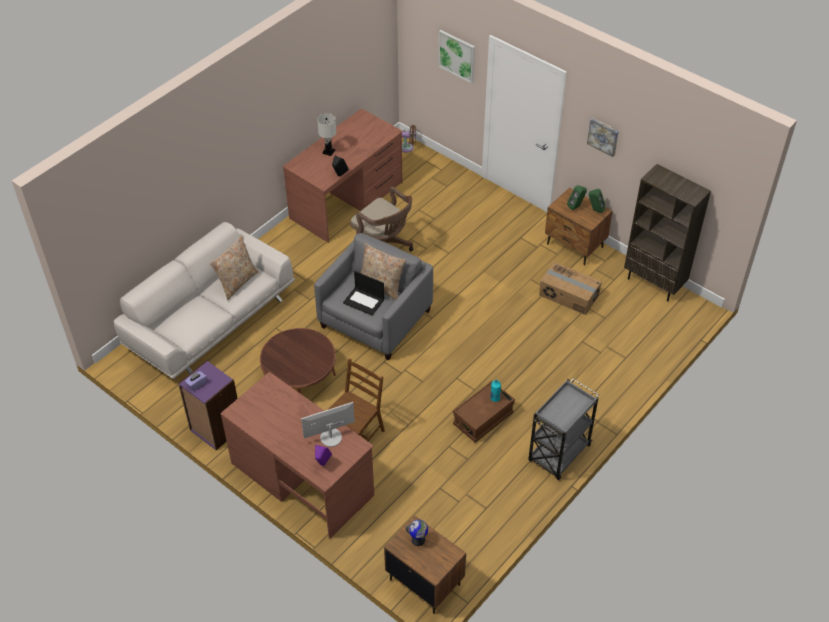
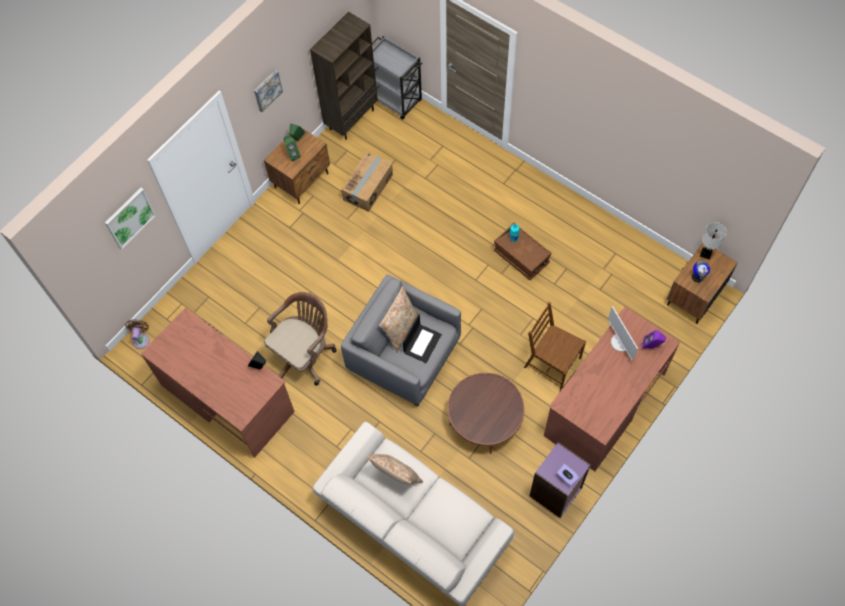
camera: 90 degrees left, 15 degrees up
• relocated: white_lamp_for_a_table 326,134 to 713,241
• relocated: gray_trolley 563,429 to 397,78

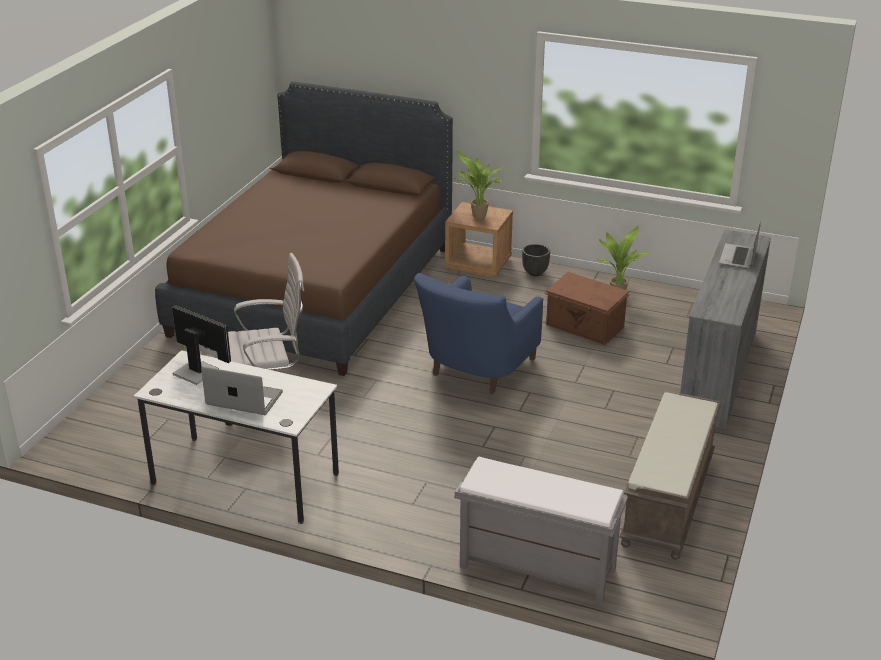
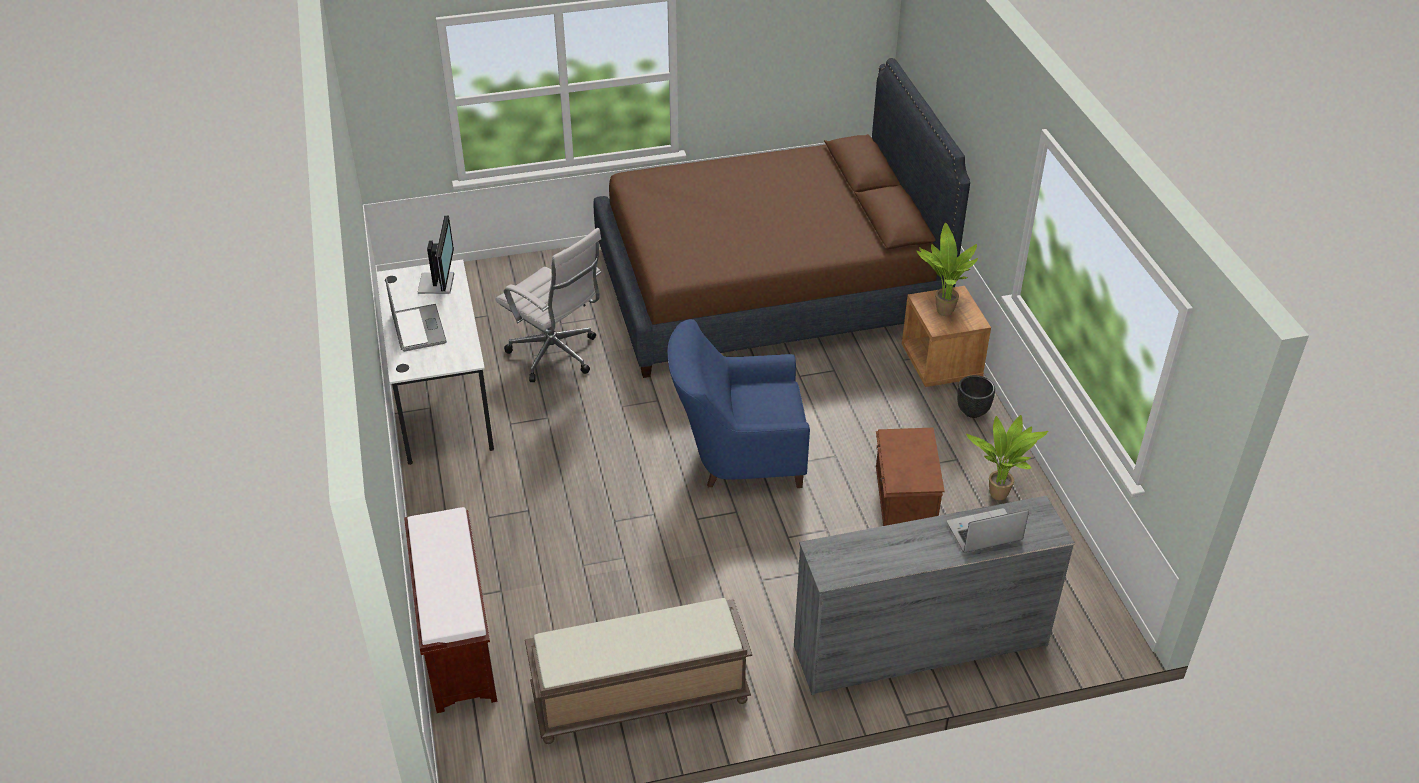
camera: 55 degrees right, 10 degrees up
• colour: gray_bench 541,530 to brownish_bench 450,610

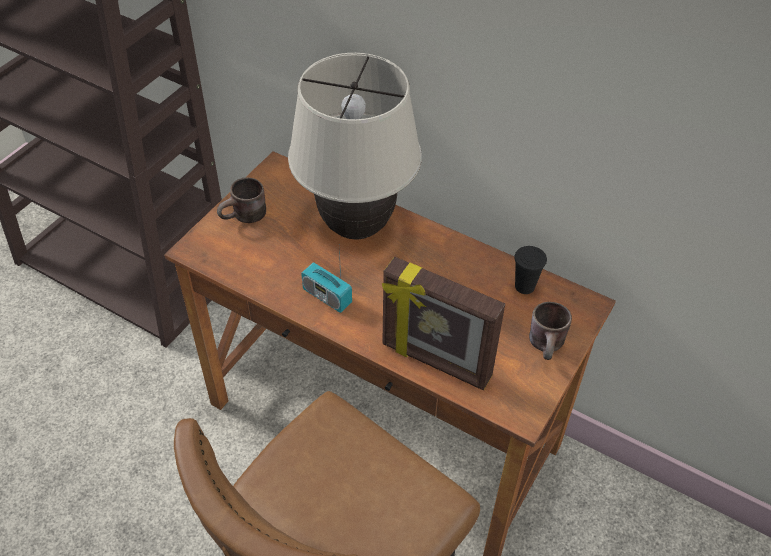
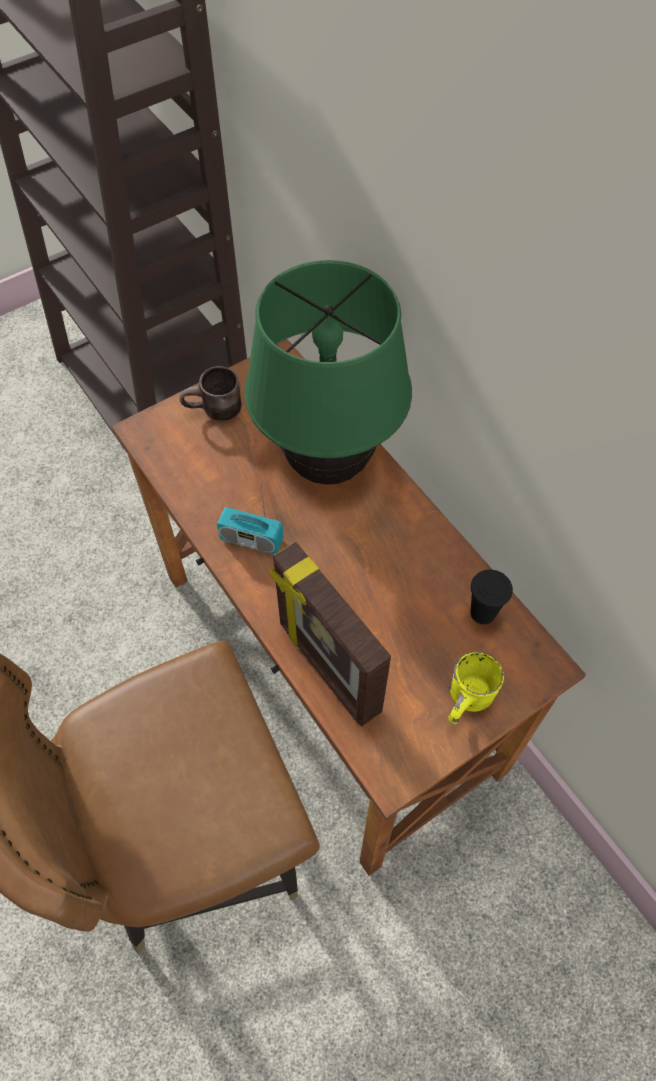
camera: 25 degrees right, 10 degrees up
• colour: sand-coloured_lamp_for_a_table 355,146 to green_lamp_for_a_table 328,372
• colour: brownish_mug 550,331 to yellow_mug 476,687
• spun: radio_set 326,280 = 250,520 45 degrees counterclockwise

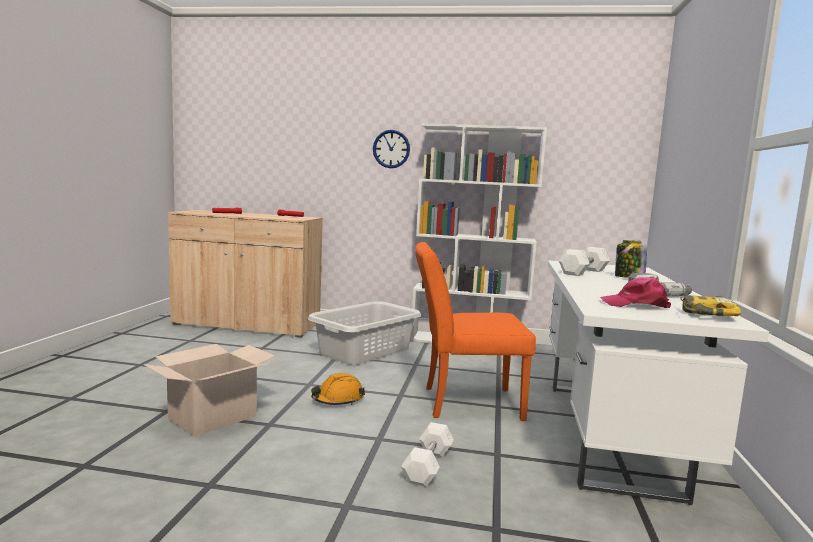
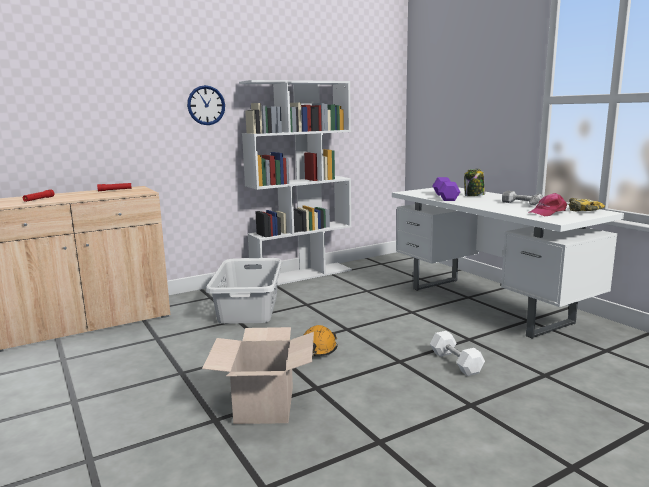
camera: 40 degrees left, 5 degrees up
• missing: orangey_chair 475,331
• colour: white_dumbbell 584,261 to purple_dumbbell 446,189

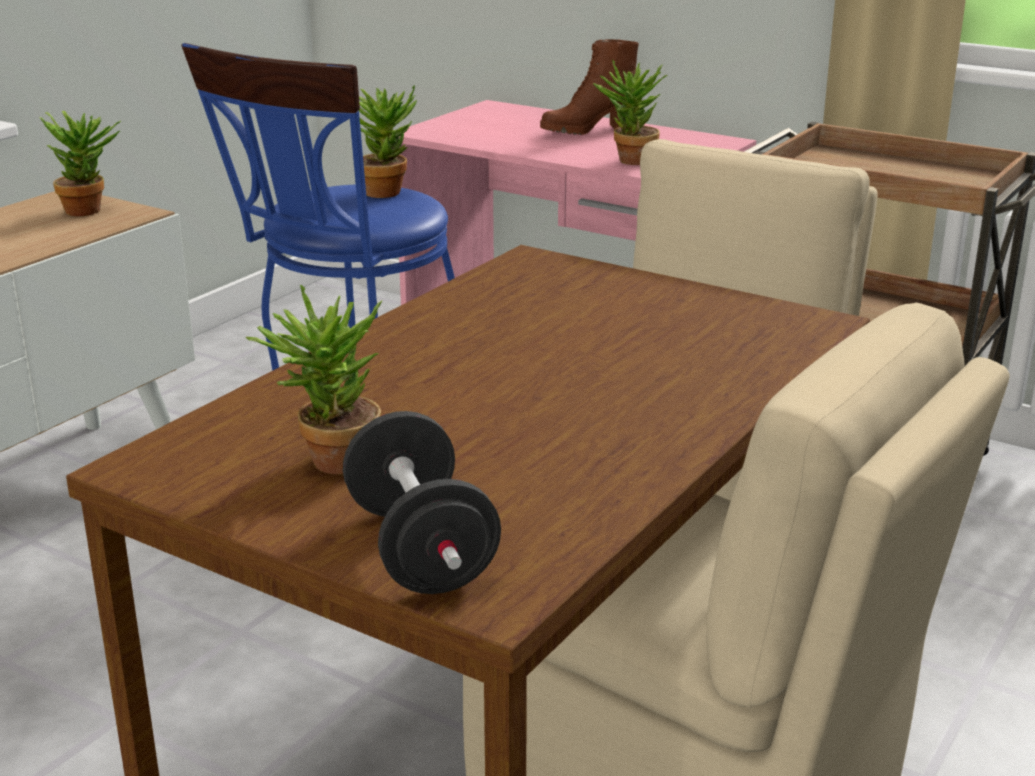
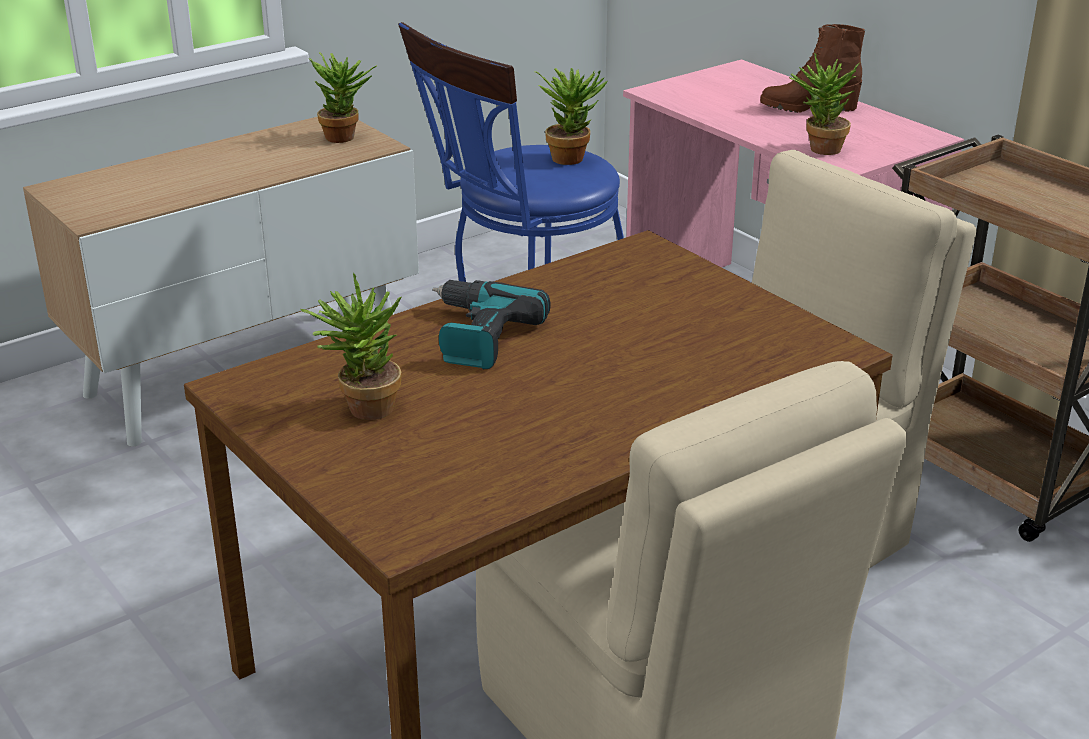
camera: 20 degrees right, 5 degrees up
• missing: black_dumbbell 422,502
• appeared: drill 492,324

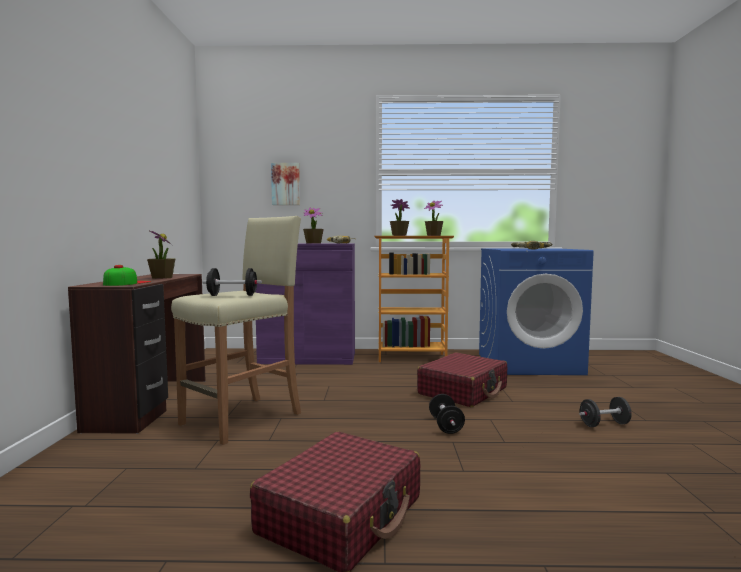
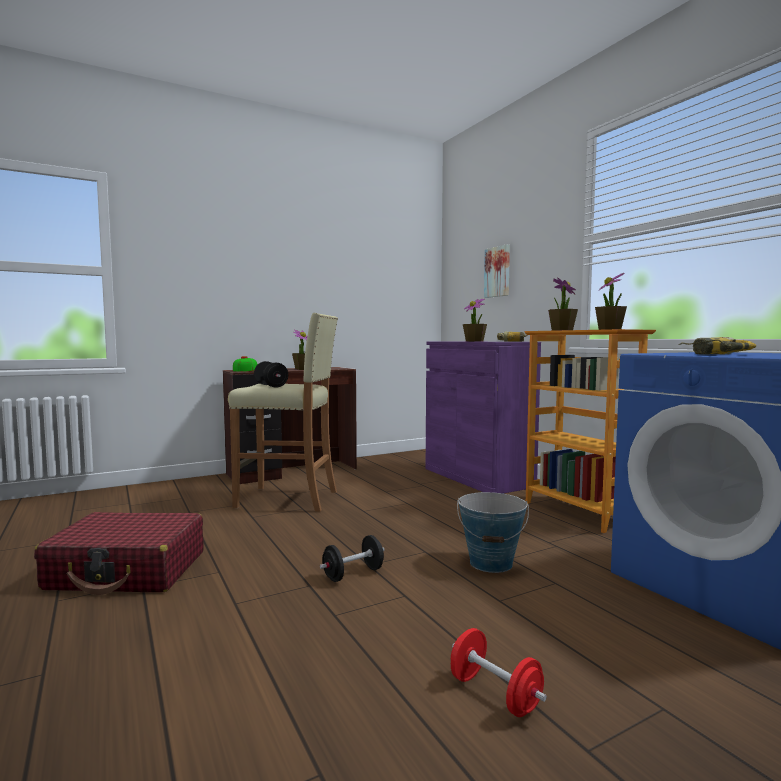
camera: 60 degrees right, 0 degrees up
• exchanged: red-coloured_travel_case 462,379 to water_bucket 493,532
• colour: black_dumbbell 605,412 to red-coloured_dumbbell 499,672

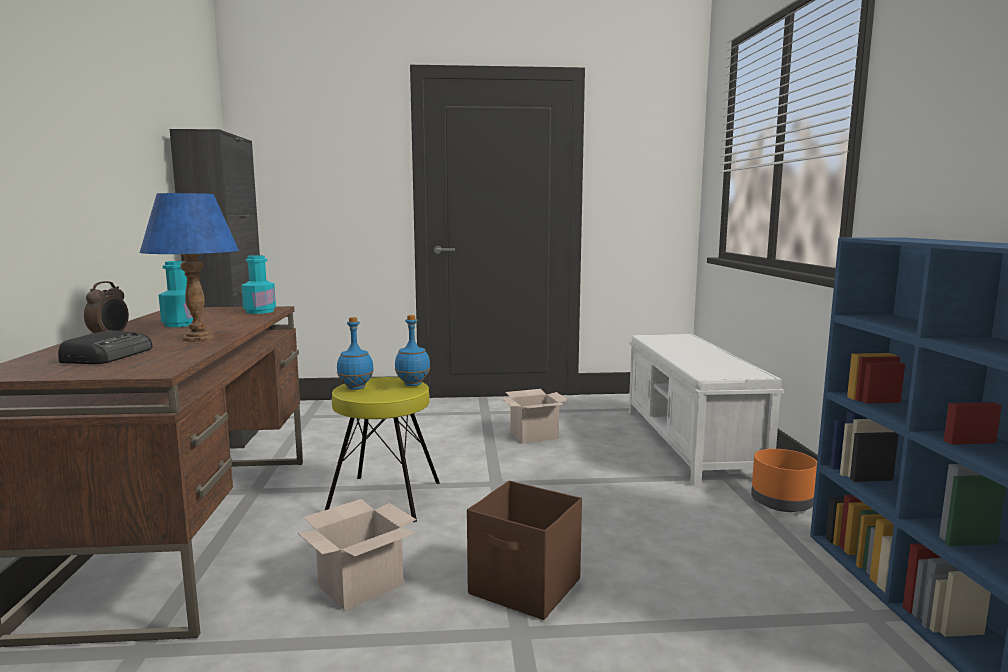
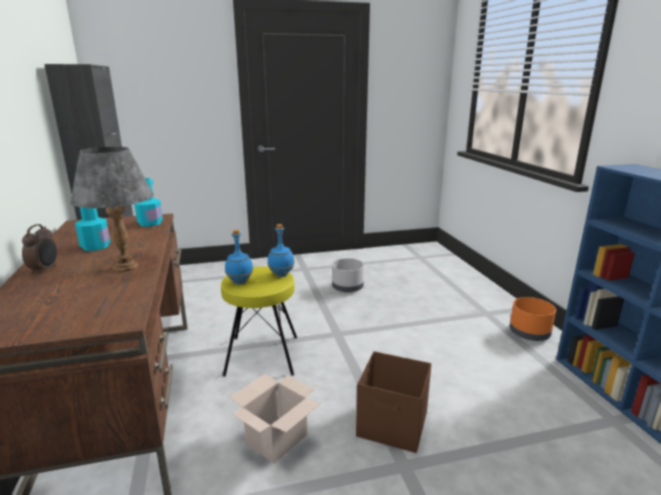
camera: 10 degrees left, 10 degrees up
• missing: radio_set 105,347
• missing: white_bench 706,410
• exchanged: packing_box 534,416 to gray_plant_pot 348,275
• colour: blue_lamp_for_a_table 189,267 to gray_lamp_for_a_table 112,209

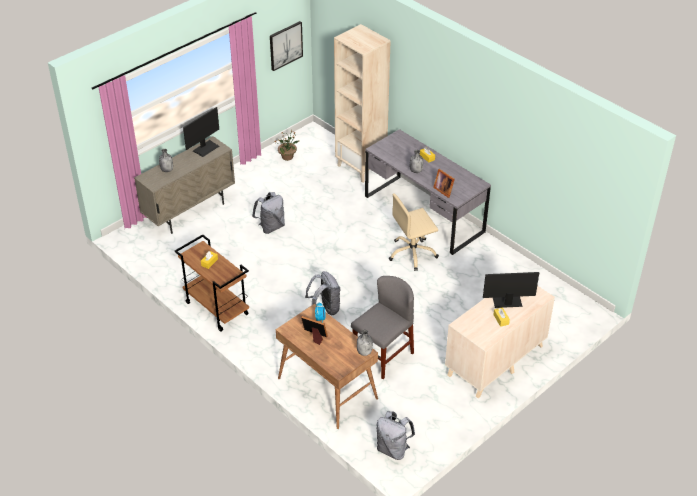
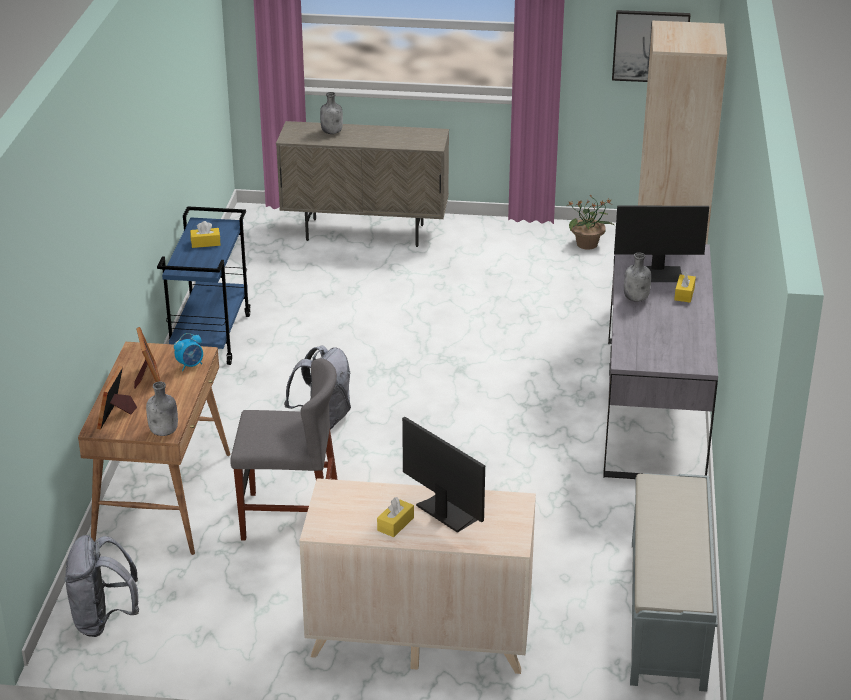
camera: 50 degrees right, 10 degrees down
• missing: gray_knapsack 268,213
• missing: sand-coloured_computer_chair 414,232
• appeared: gray_bench 674,582
• relocated: computer_screen 201,132 to 661,243
• relocated: standing_frame 444,183 to 117,398
• colour: brownish_trolley 212,283 to blue_trolley 204,285

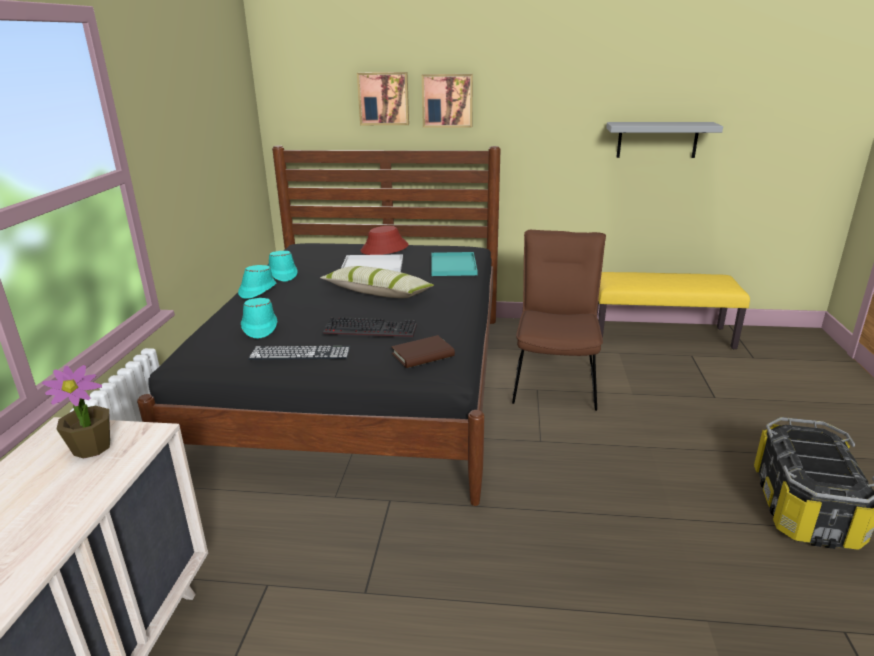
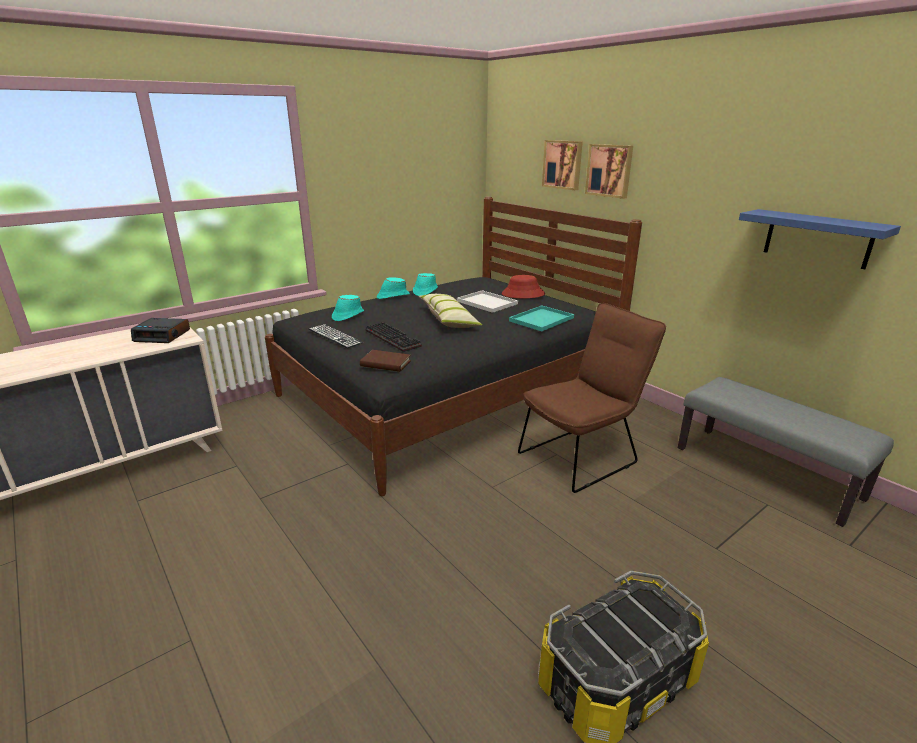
camera: 45 degrees right, 0 degrees up
• exchanged: houseplant 76,412 to table_clock 160,330
• colour: yellow_bench 673,310 to gray_bench 786,452
• colour: gray_bracket_shelf 664,140 to blue_bracket_shelf 820,239

